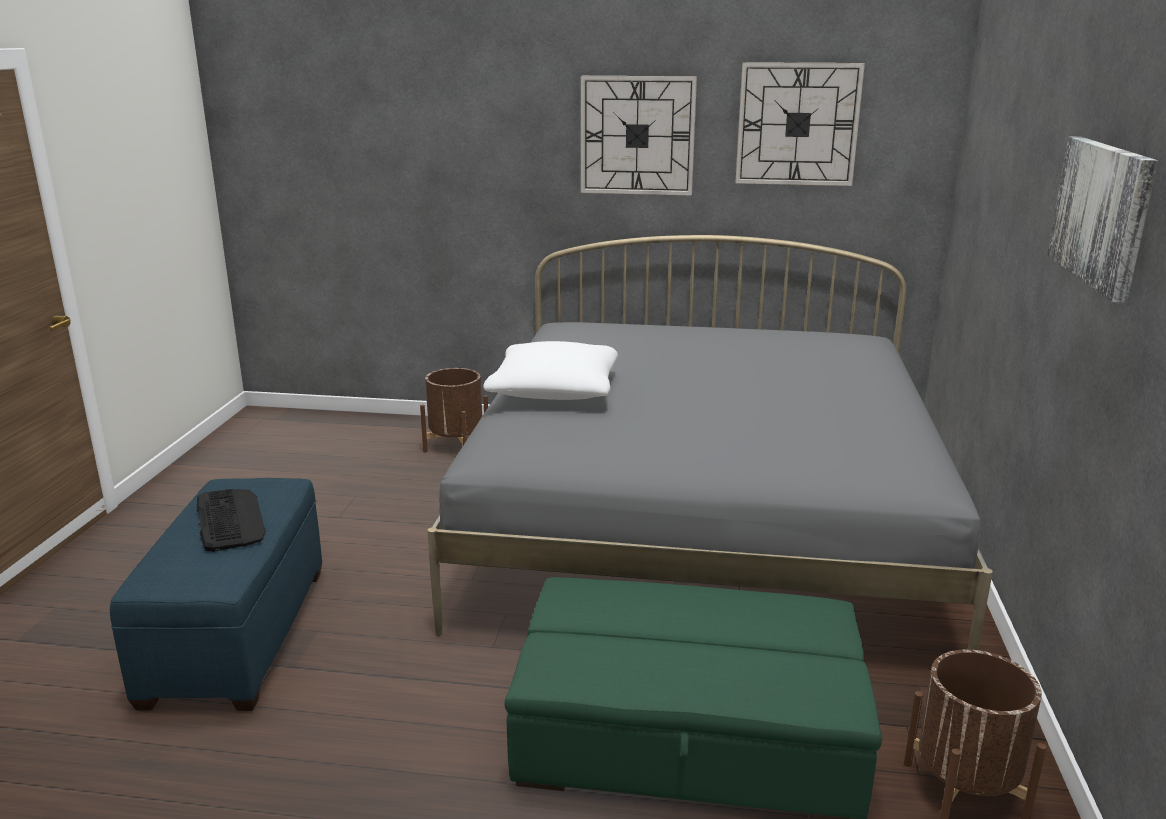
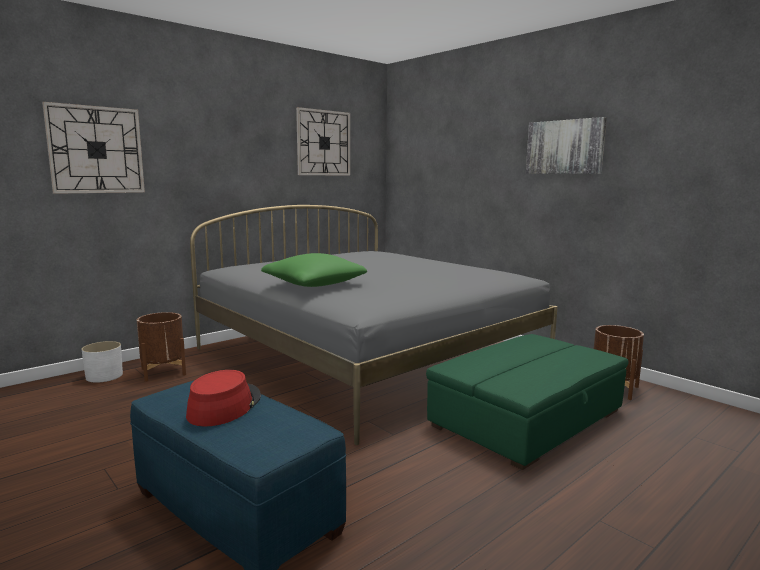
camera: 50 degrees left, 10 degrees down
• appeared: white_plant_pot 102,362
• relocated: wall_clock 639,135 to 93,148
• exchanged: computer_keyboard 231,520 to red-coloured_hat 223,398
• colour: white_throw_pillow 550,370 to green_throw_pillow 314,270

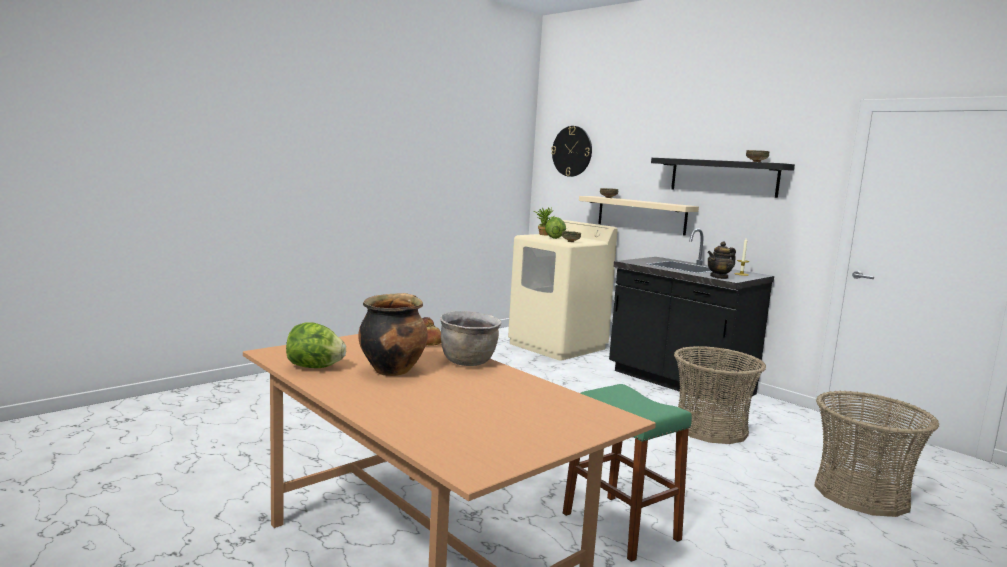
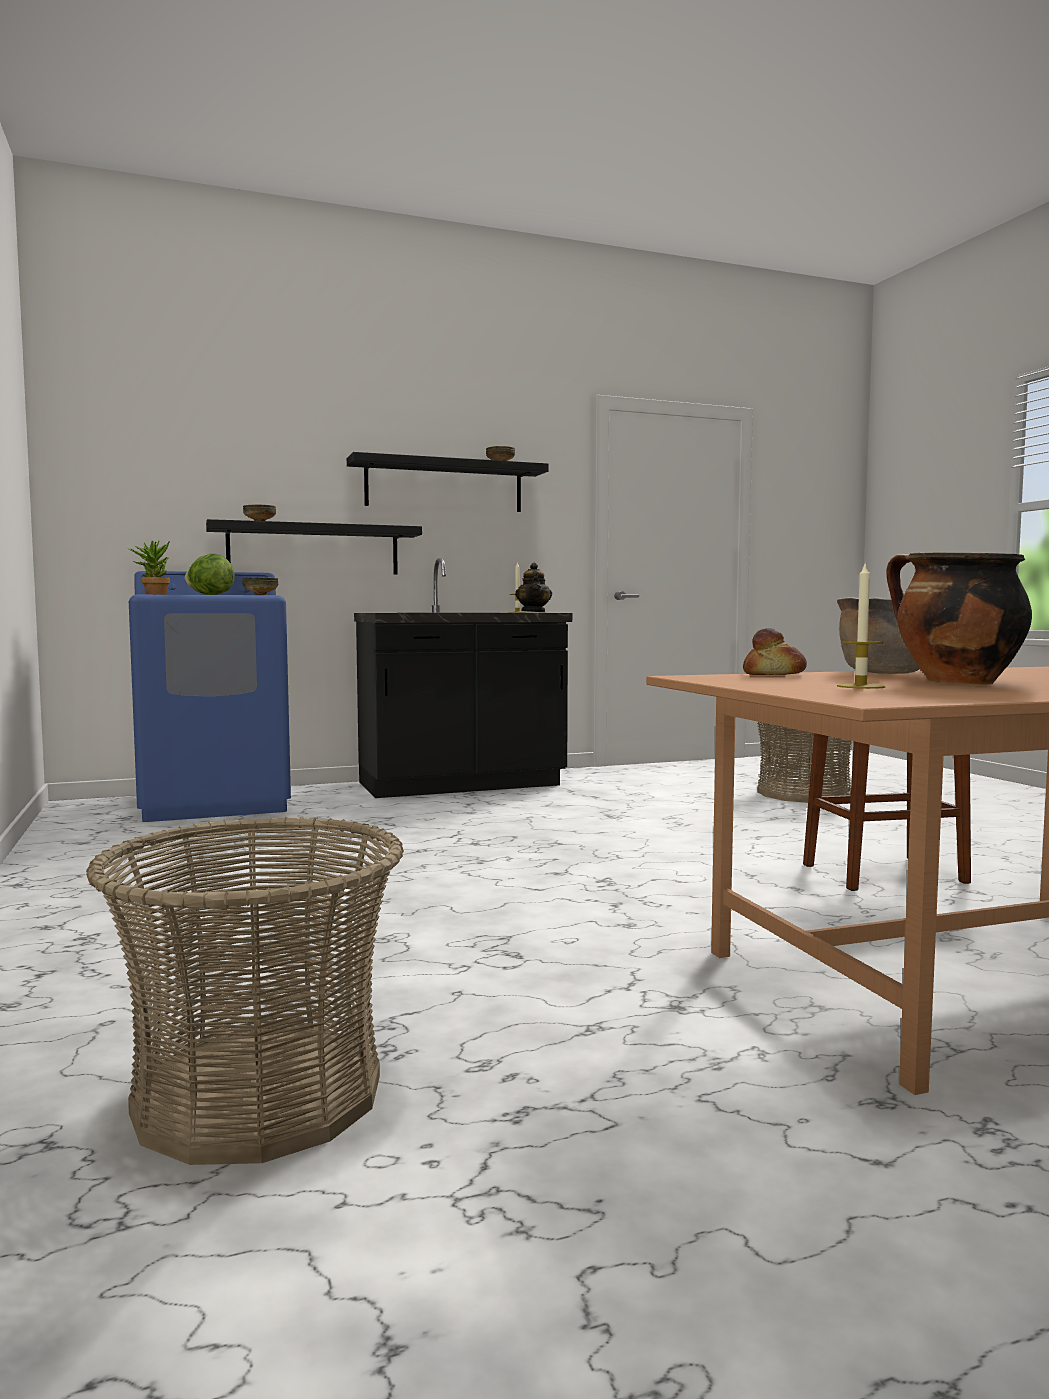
camera: 65 degrees left, 5 degrees down
• missing: head_of_lettuce 316,345
• missing: wall_clock 571,151
• appeared: candle 861,625
• relocated: basket 720,395 to 245,991
• colour: sand-coloured_washing_machine 563,290 to blue_washing_machine 210,696
• colour: sand-coloured_bracket_shelf 639,216 to black_bracket_shelf 314,547

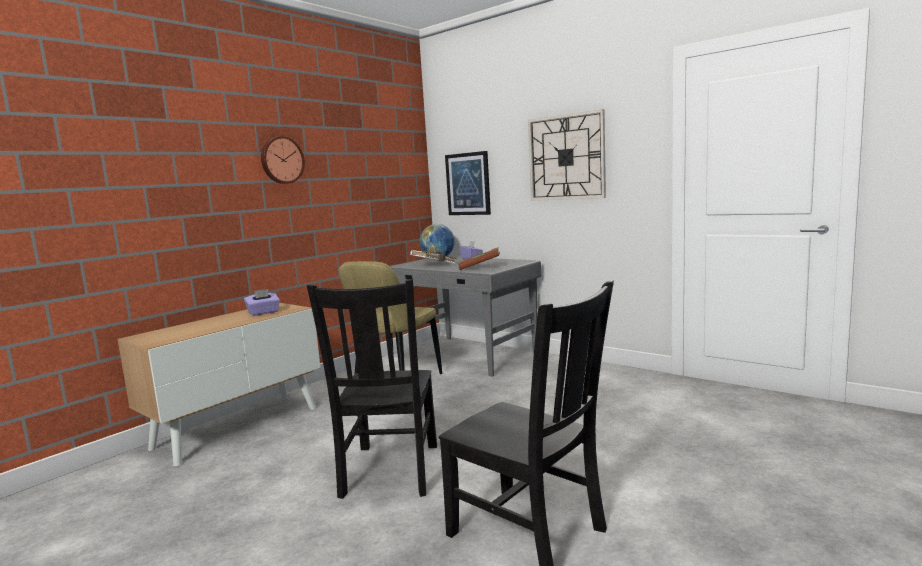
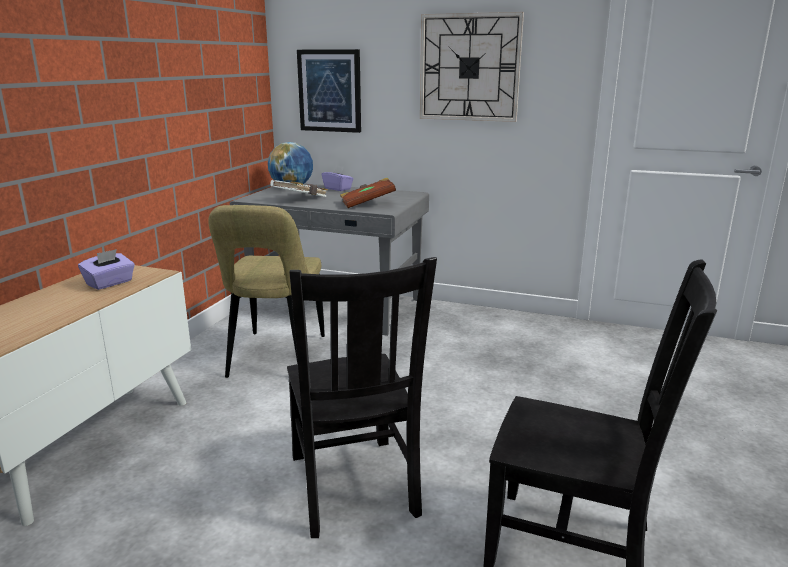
camera: 20 degrees left, 10 degrees up
• missing: wall_clock 283,160

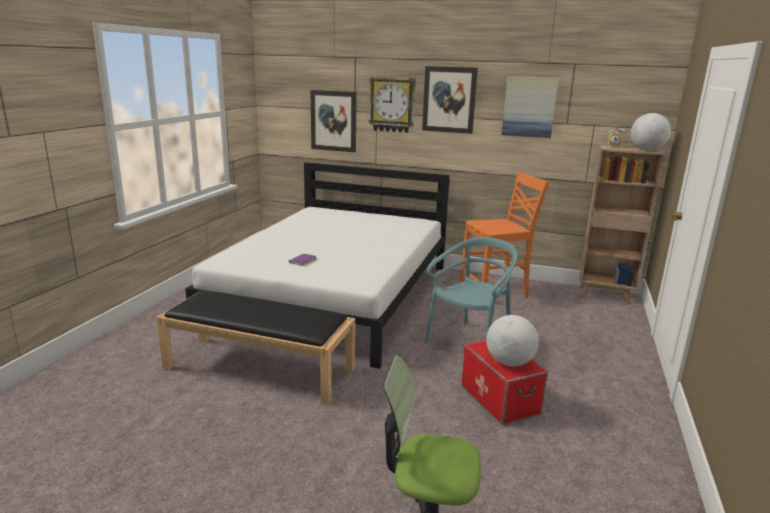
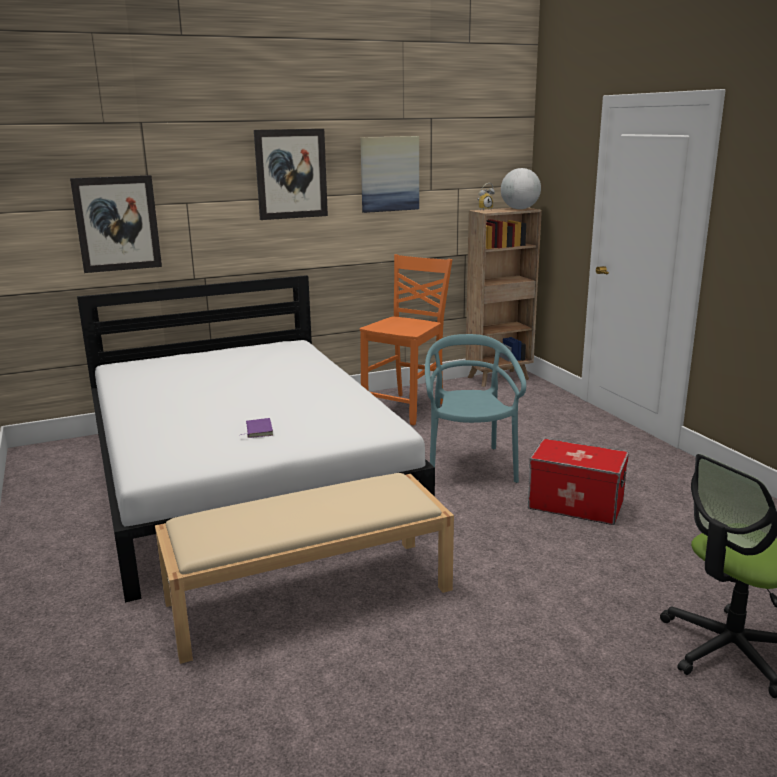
camera: 40 degrees left, 0 degrees up
• missing: wall_clock 392,105
• missing: desk_globe 512,341
• colour: black_bench 256,347 to sand-coloured_bench 304,568

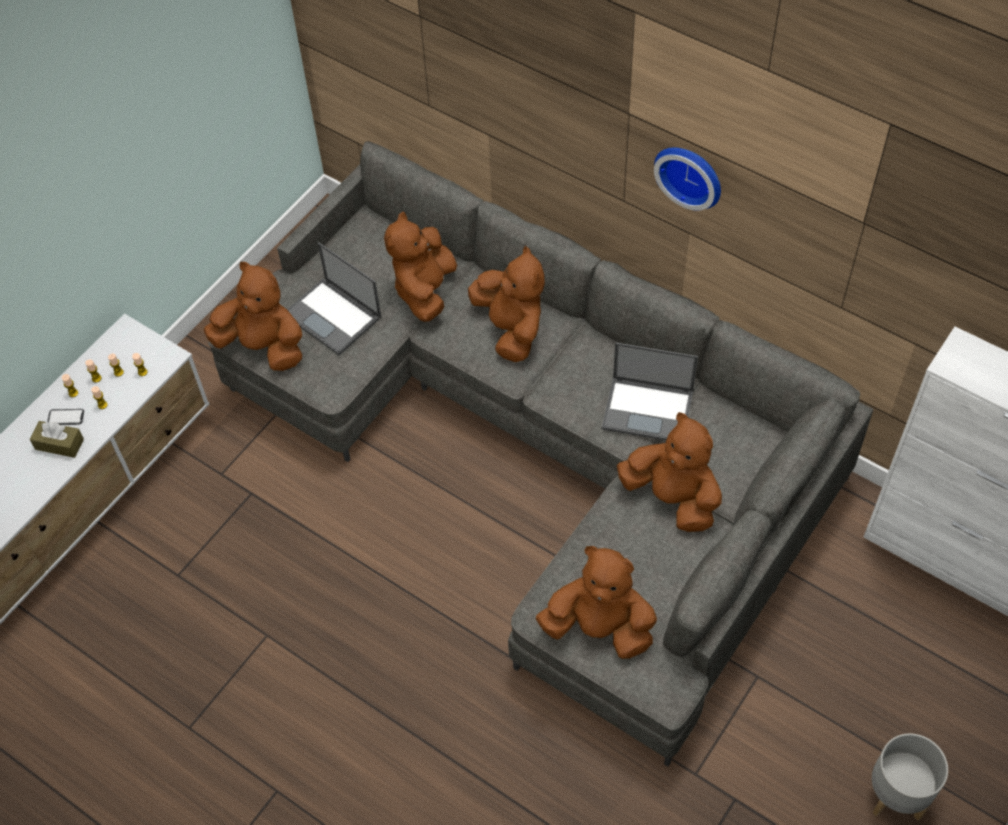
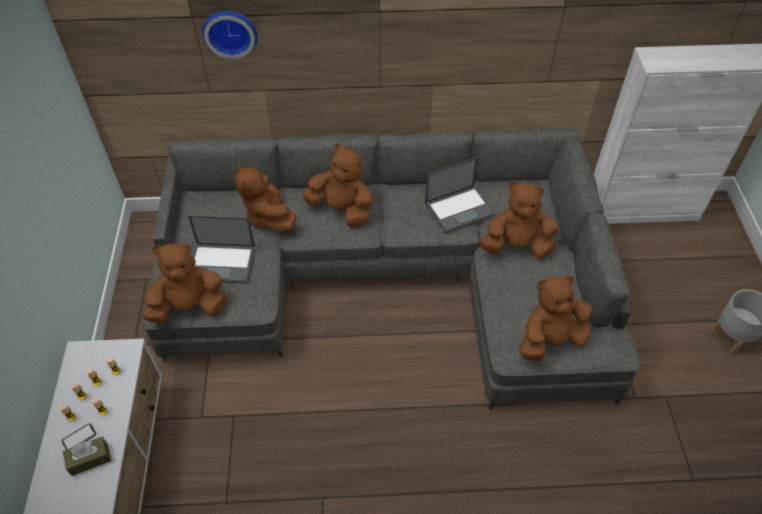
camera: 40 degrees left, 5 degrees down
• relocated: wall_clock 687,179 to 230,35

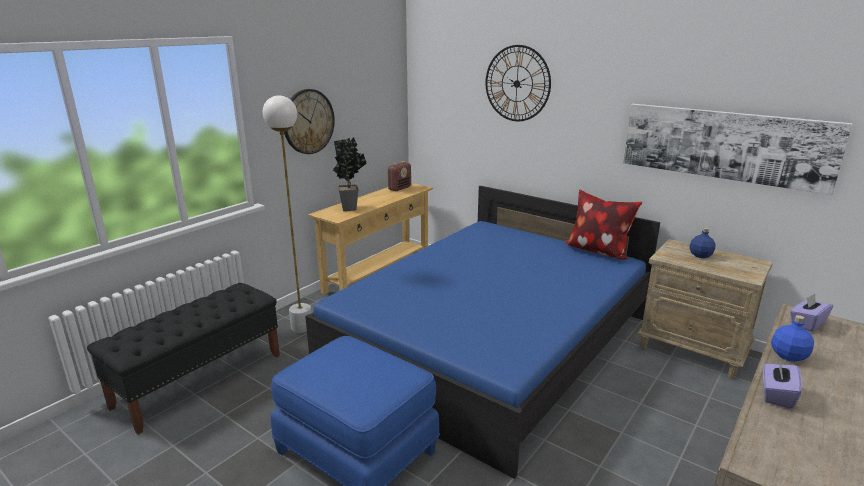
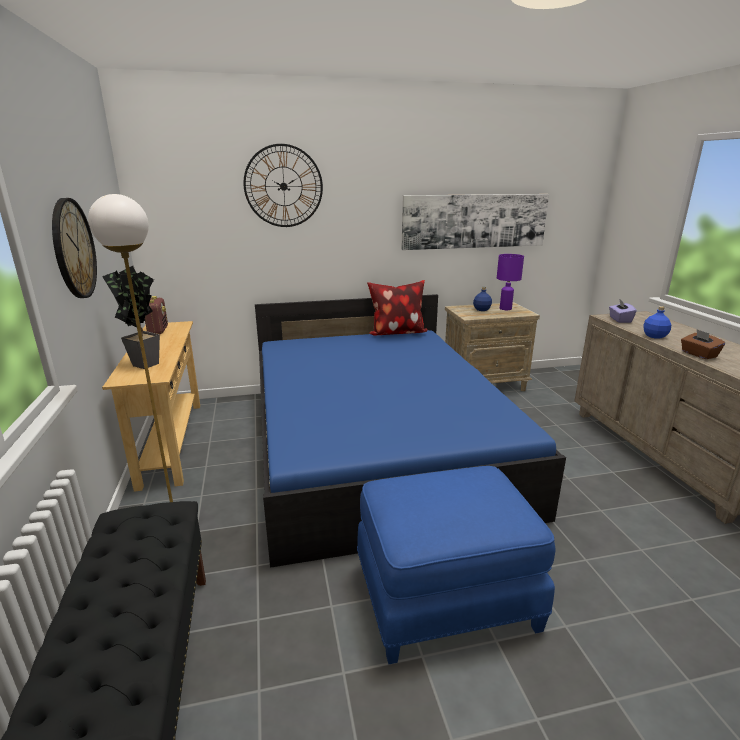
camera: 50 degrees left, 0 degrees up
• appeared: purple_lamp_for_a_table 510,282
• colour: purple_box_of_tissues 782,383 to brownish_box_of_tissues 703,344

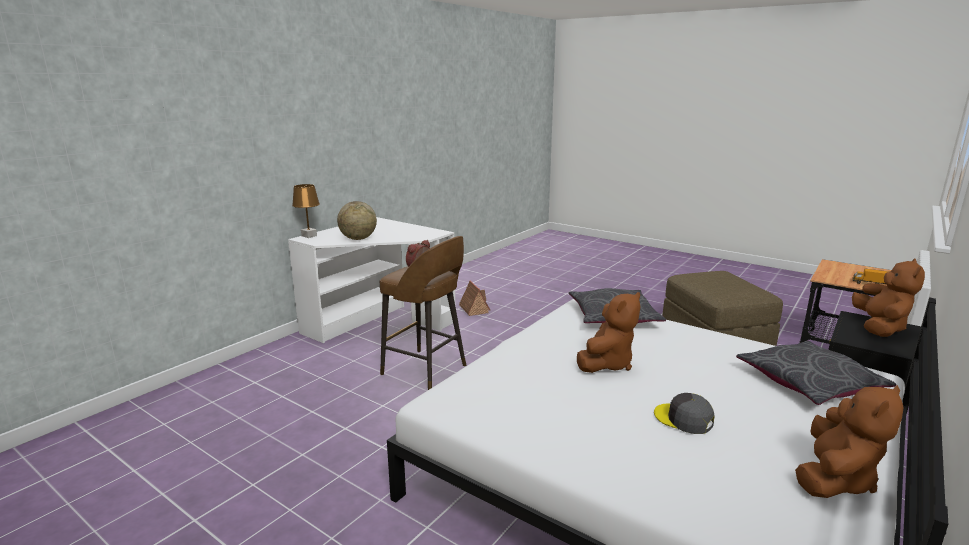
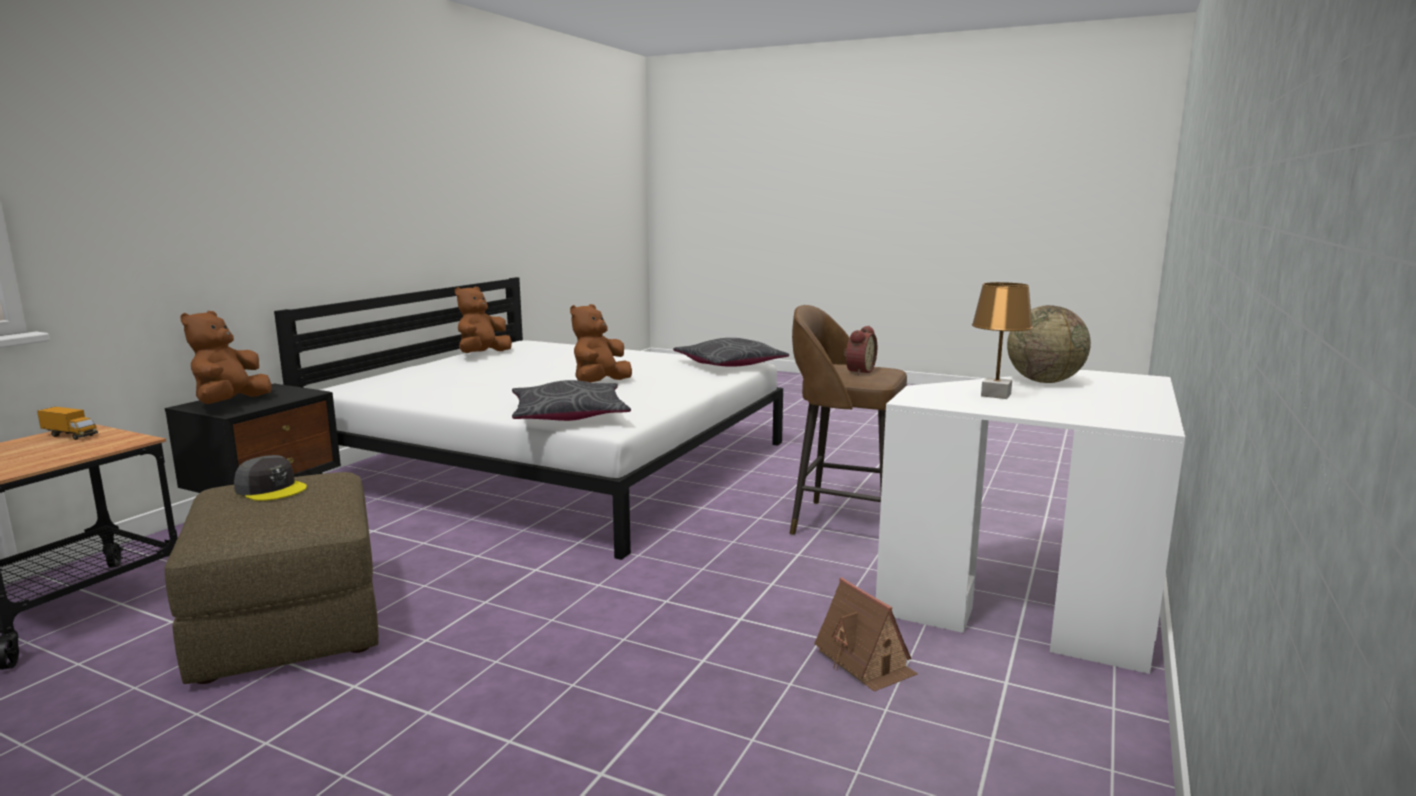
camera: 170 degrees right, 5 degrees down
• relocated: brownish_lamp_for_a_table 306,211 to 1002,340
• relocated: gray_baseball_cap 684,413 to 270,478
• relocated: gray_throw_pillow 816,373 to 731,352

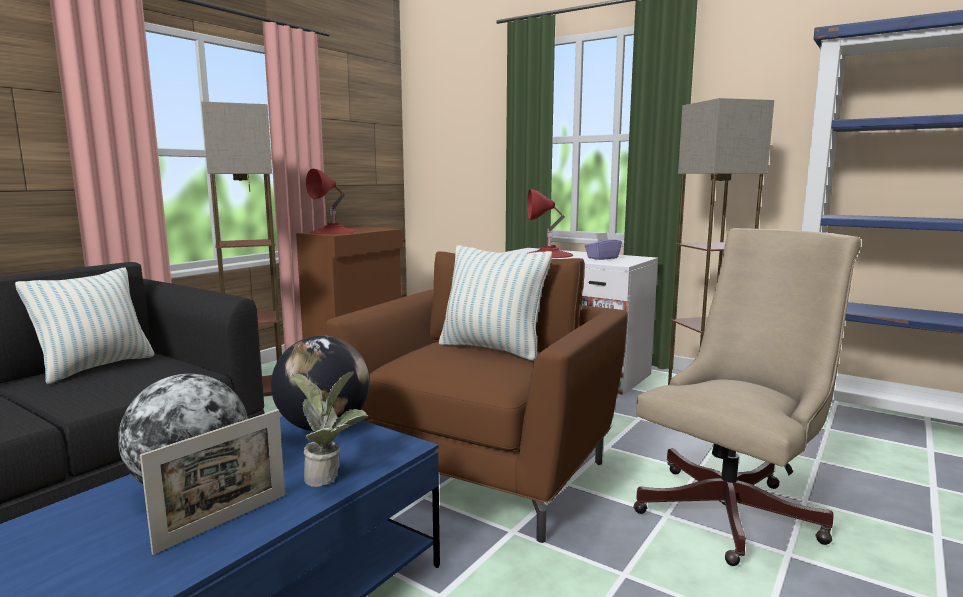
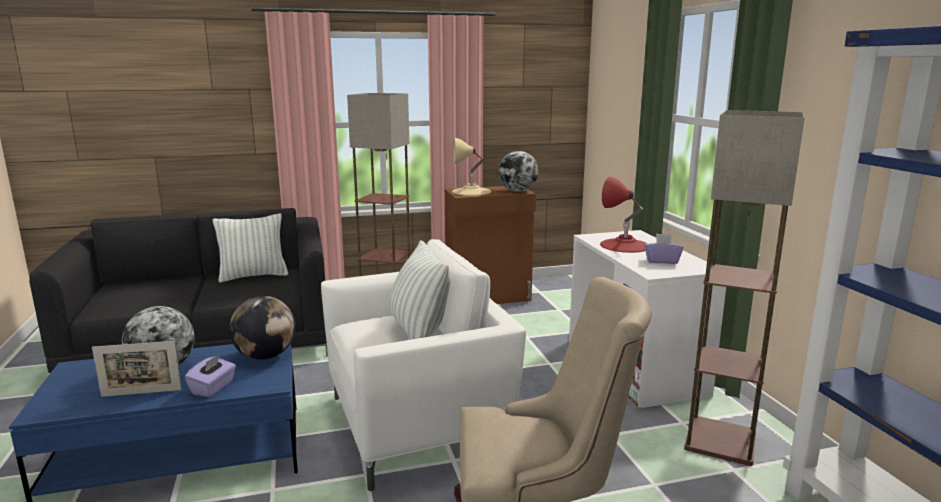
camera: 40 degrees right, 5 degrees up
• appeared: desk_globe 518,171
• exchanged: houseplant 329,429 to purple_box_of_tissues 210,375
• colour: red-coloured_lamp_for_a_table 331,201 to sand-coloured_lamp_for_a_table 471,167
• colour: brownish_lounge_chair 477,397 to white_lounge_chair 423,365

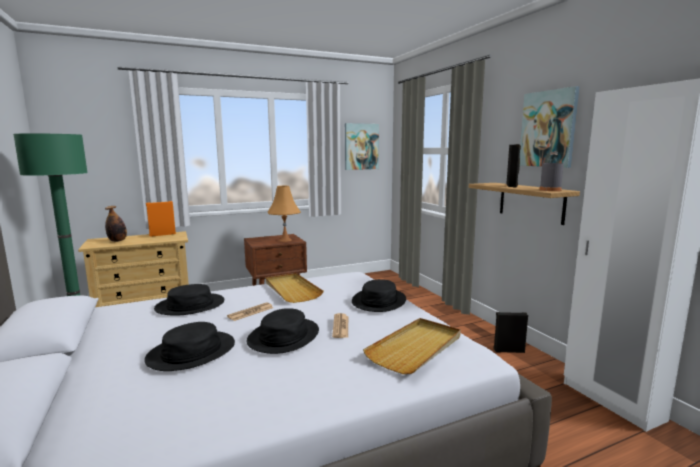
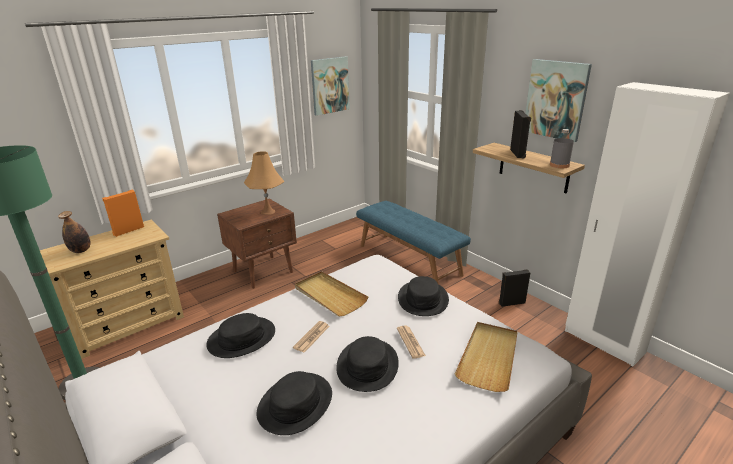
camera: 15 degrees left, 15 degrees up
• appeared: blue_bench 413,242

